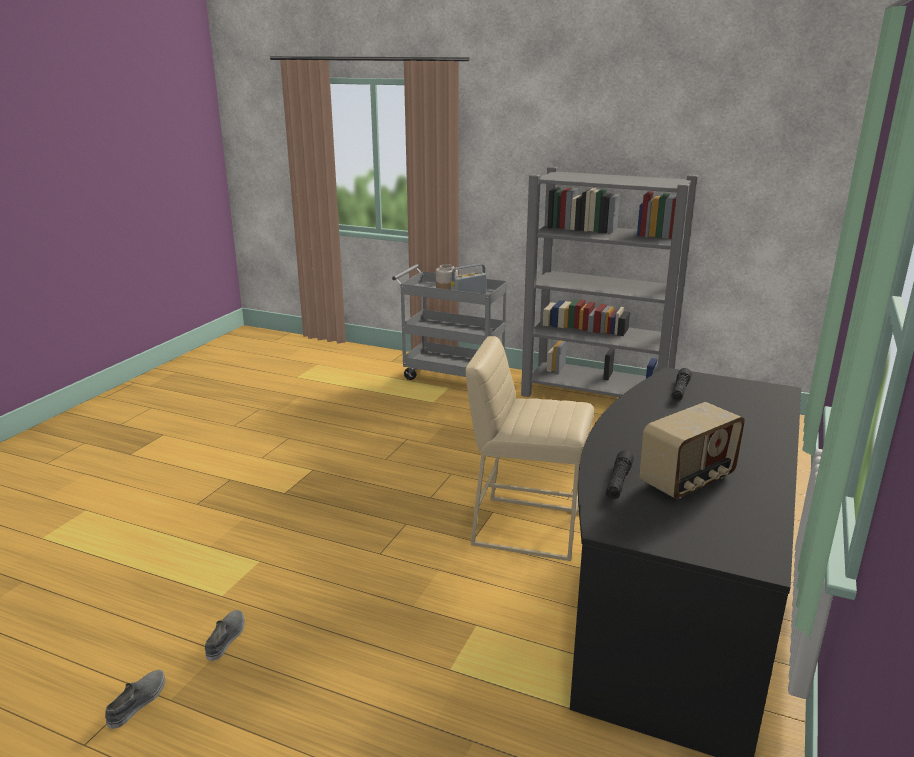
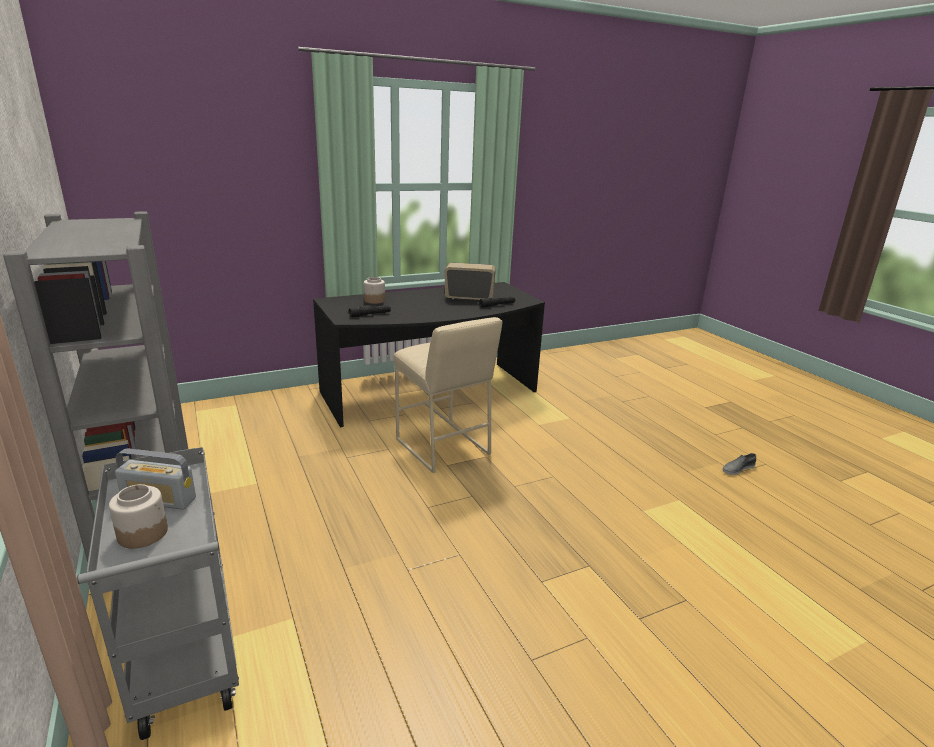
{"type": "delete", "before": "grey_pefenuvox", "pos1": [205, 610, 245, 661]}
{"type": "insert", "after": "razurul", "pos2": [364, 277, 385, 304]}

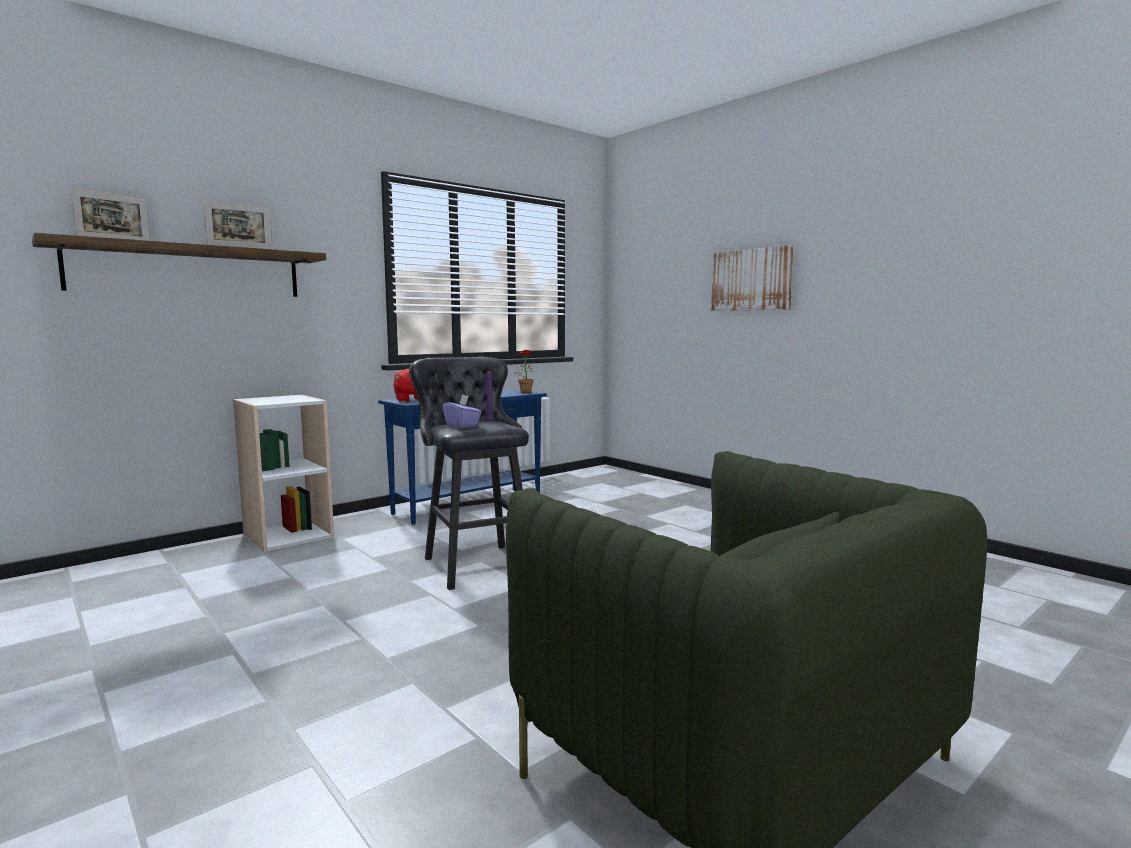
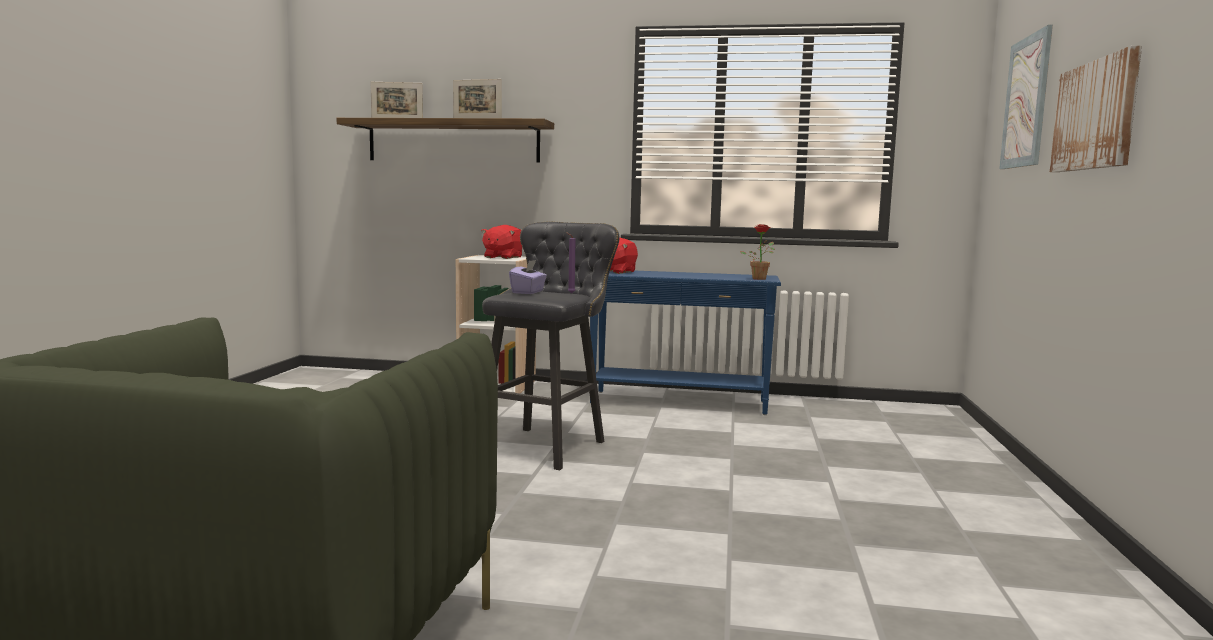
{"type": "insert", "after": "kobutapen", "pos2": [999, 25, 1053, 169]}
{"type": "insert", "after": "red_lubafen", "pos2": [481, 225, 522, 259]}

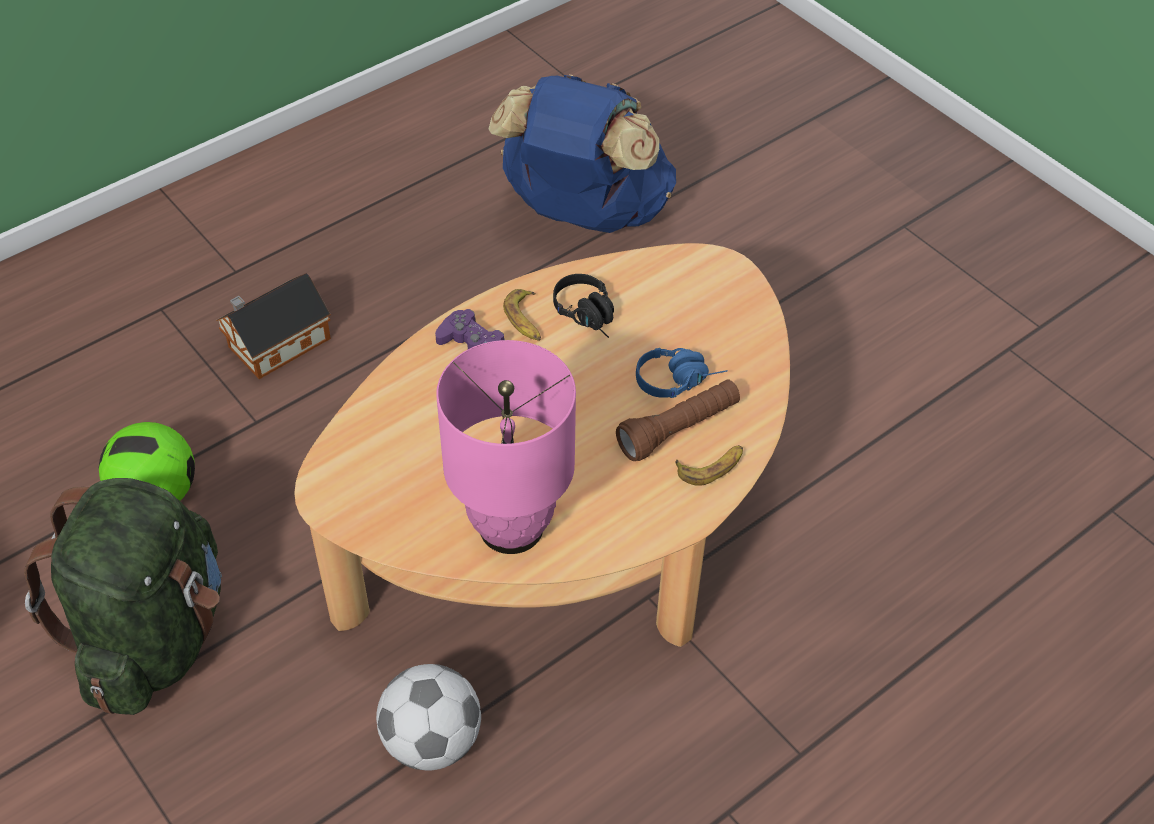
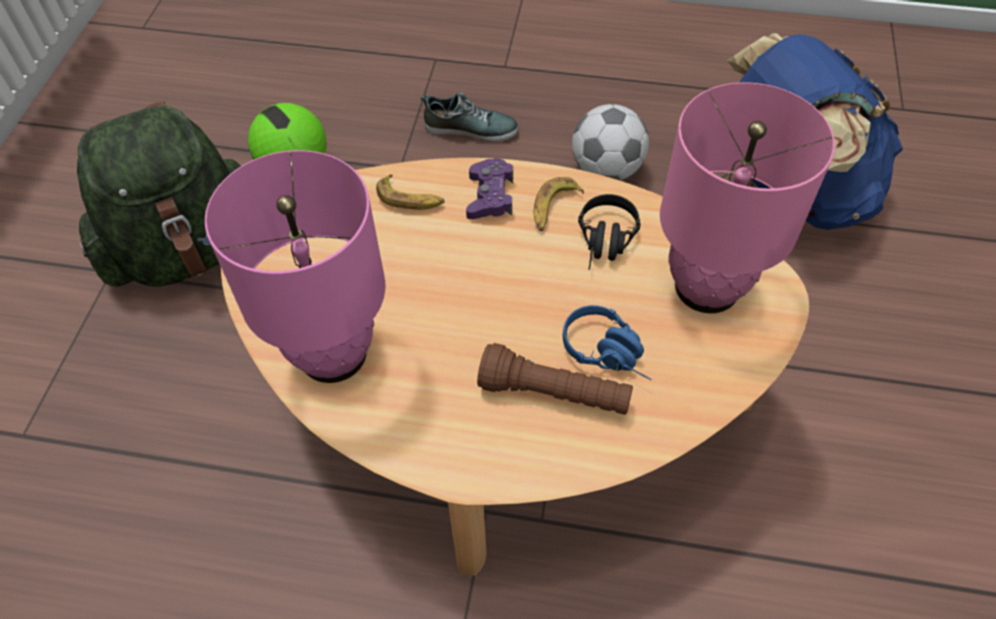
{"type": "replace", "before": "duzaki", "after": "pefenuvox", "pos1": [216, 273, 331, 379], "pos2": [420, 92, 519, 142]}
{"type": "move", "before": "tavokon", "pos1": [675, 445, 743, 486], "pos2": [376, 174, 445, 210]}
{"type": "move", "before": "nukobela", "pos1": [376, 664, 481, 771], "pos2": [572, 104, 649, 180]}
{"type": "insert", "after": "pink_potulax", "pos2": [660, 82, 835, 313]}

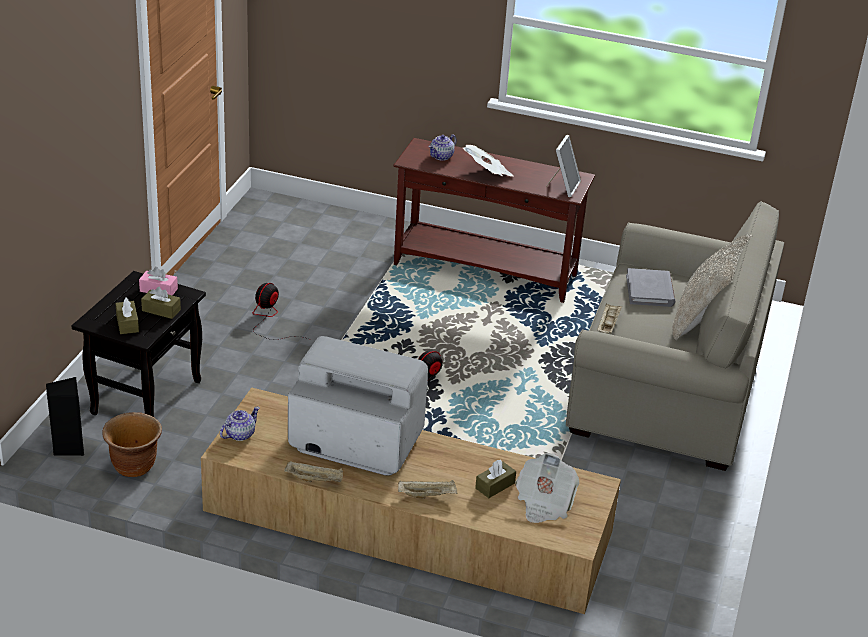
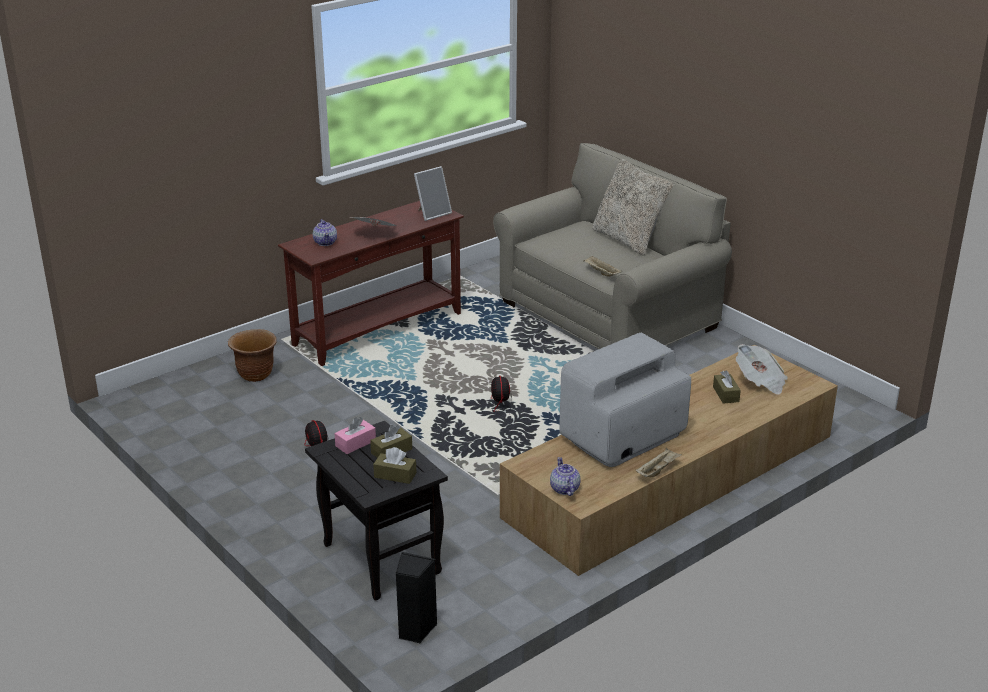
{"type": "rotate", "before": "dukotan", "pos1": [546, 135, 581, 197], "pos2": [414, 166, 452, 221], "turn": 90}
{"type": "delete", "before": "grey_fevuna", "pos1": [626, 268, 675, 307]}
{"type": "move", "before": "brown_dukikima", "pos1": [102, 412, 162, 477], "pos2": [228, 329, 277, 382]}
{"type": "delete", "before": "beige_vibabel", "pos1": [398, 480, 457, 499]}

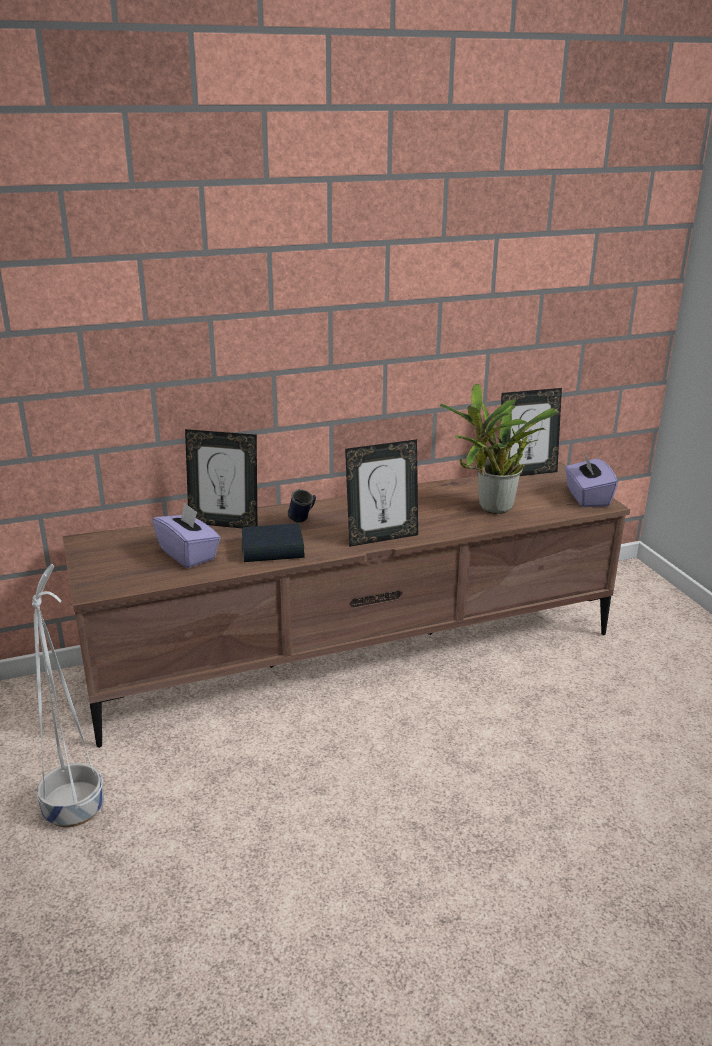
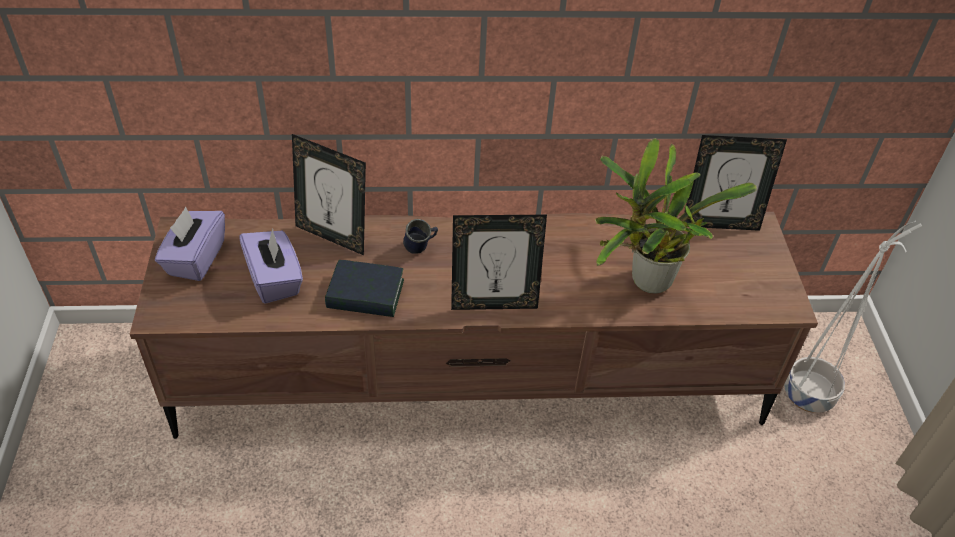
{"type": "move", "before": "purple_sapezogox", "pos1": [565, 453, 618, 507], "pos2": [155, 207, 225, 281]}
{"type": "move", "before": "white_dukikima", "pos1": [32, 564, 104, 827], "pos2": [784, 221, 922, 413]}

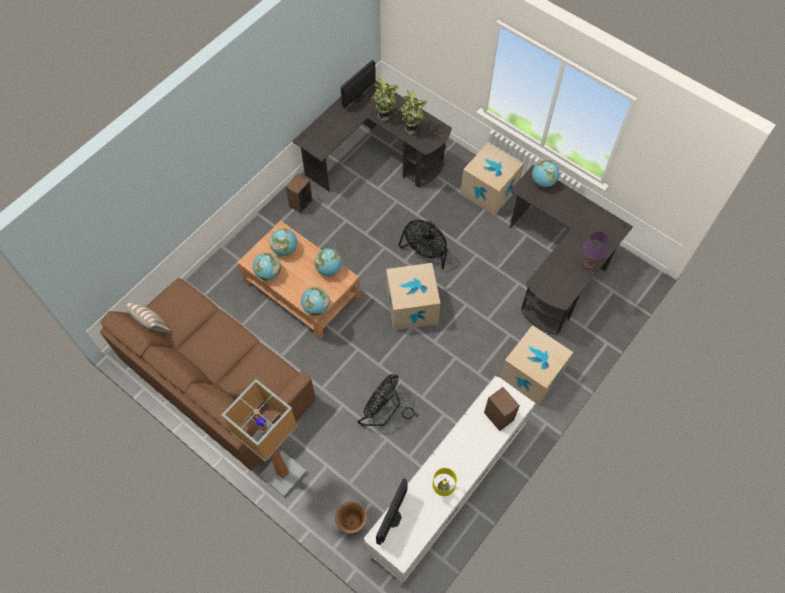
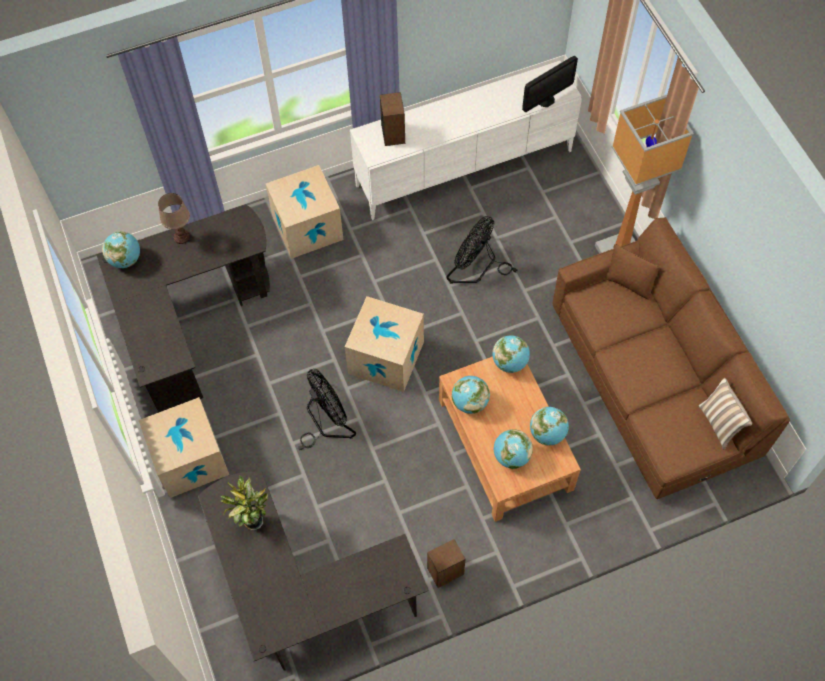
{"type": "delete", "before": "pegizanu", "pos1": [341, 60, 376, 108]}
{"type": "delete", "before": "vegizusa", "pos1": [371, 77, 399, 121]}
{"type": "move", "before": "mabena", "pos1": [532, 160, 559, 187], "pos2": [102, 231, 140, 268]}
{"type": "recolor", "before": "purple_potulax", "after": "brown_potulax", "pos1": [583, 231, 609, 270], "pos2": [158, 193, 190, 244]}
{"type": "rotate", "before": "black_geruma", "pos1": [358, 374, 419, 426], "pos2": [446, 216, 518, 284], "turn": 150}
{"type": "delete", "before": "yellow_potulax", "pos1": [433, 468, 457, 496]}
{"type": "delete", "before": "brown_dukikima", "pos1": [335, 502, 367, 533]}

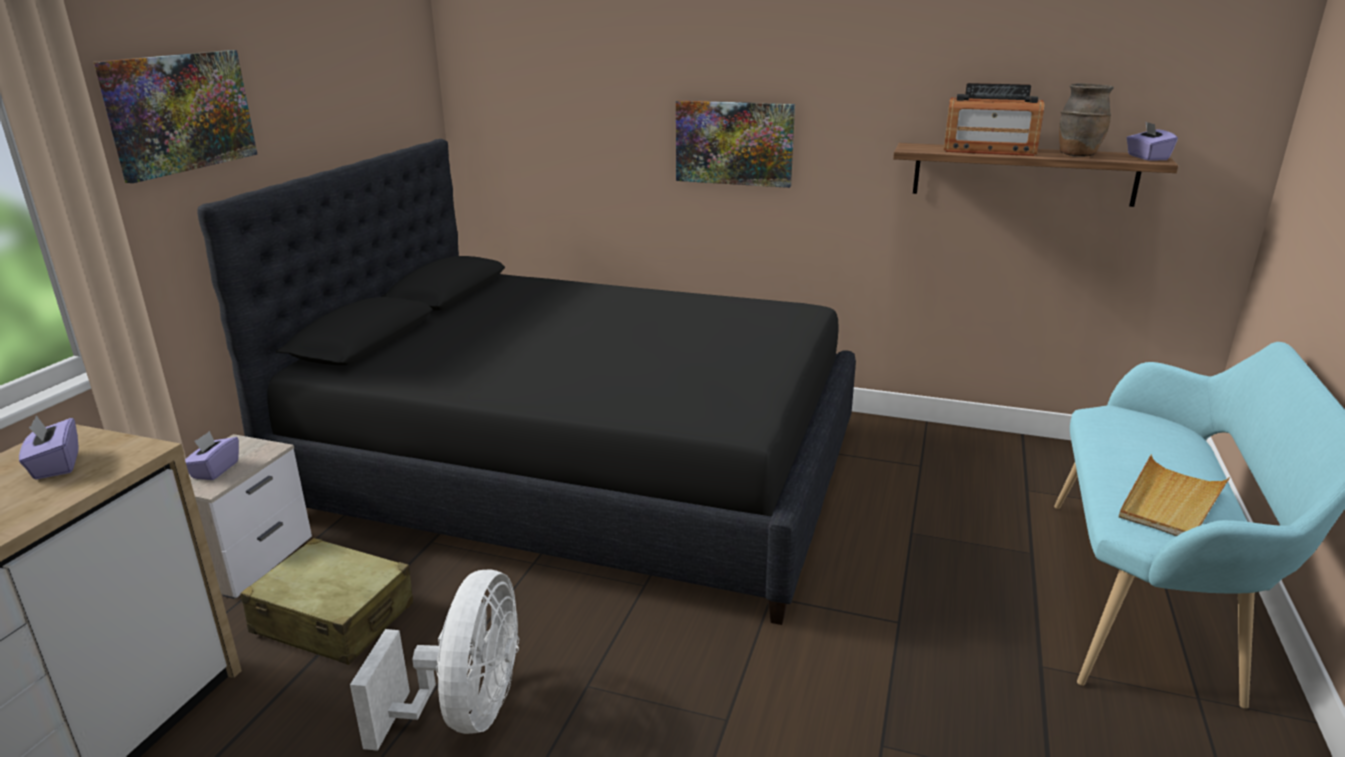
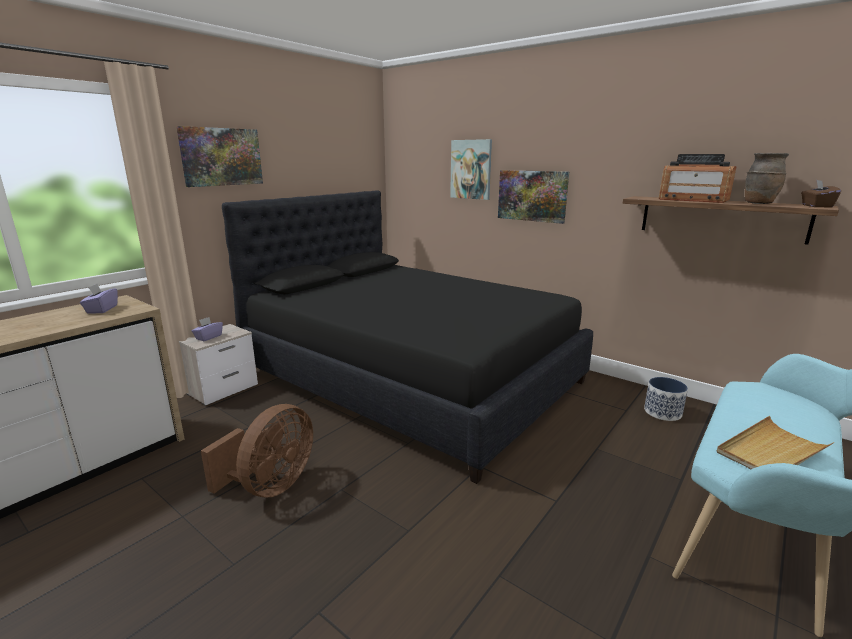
{"type": "recolor", "before": "purple_sapezogox", "after": "brown_sapezogox", "pos1": [1126, 121, 1178, 161], "pos2": [801, 180, 841, 208]}
{"type": "delete", "before": "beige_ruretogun", "pos1": [240, 538, 413, 665]}
{"type": "recolor", "before": "white_geruma", "after": "brown_geruma", "pos1": [350, 569, 519, 751], "pos2": [201, 404, 313, 497]}
{"type": "insert", "after": "kobutapen", "pos2": [450, 139, 492, 200]}
{"type": "insert", "after": "dukikima", "pos2": [644, 377, 688, 421]}

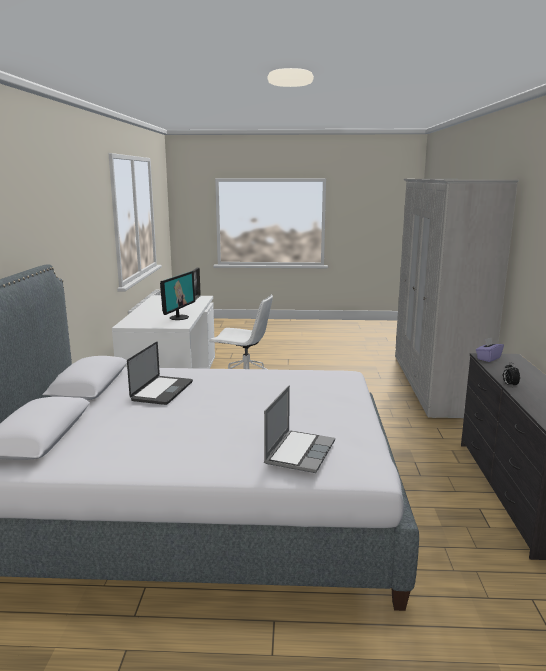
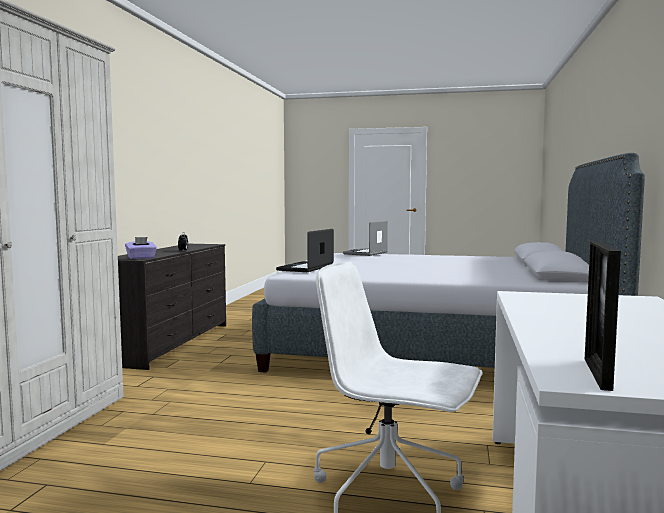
{"type": "delete", "before": "pegizanu", "pos1": [160, 271, 195, 320]}
{"type": "move", "before": "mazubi", "pos1": [127, 342, 193, 405], "pos2": [276, 229, 334, 272]}

